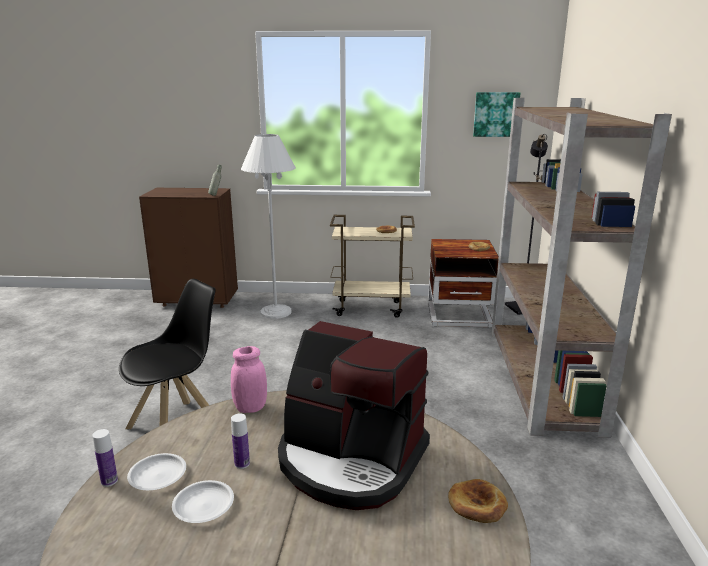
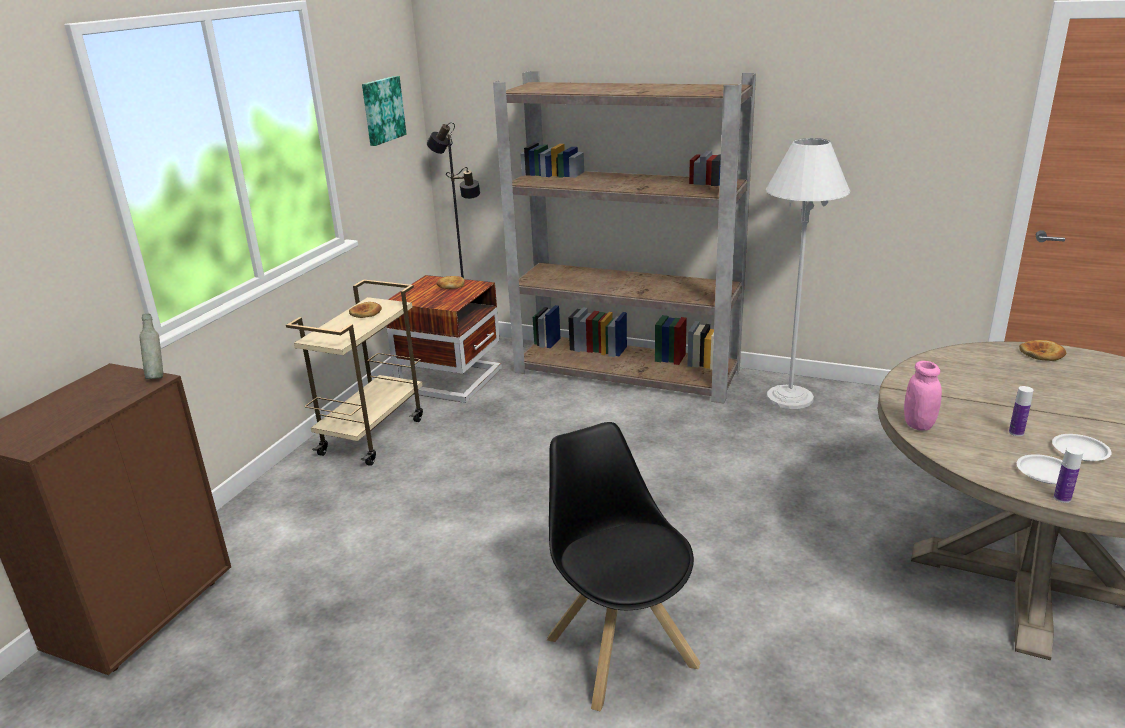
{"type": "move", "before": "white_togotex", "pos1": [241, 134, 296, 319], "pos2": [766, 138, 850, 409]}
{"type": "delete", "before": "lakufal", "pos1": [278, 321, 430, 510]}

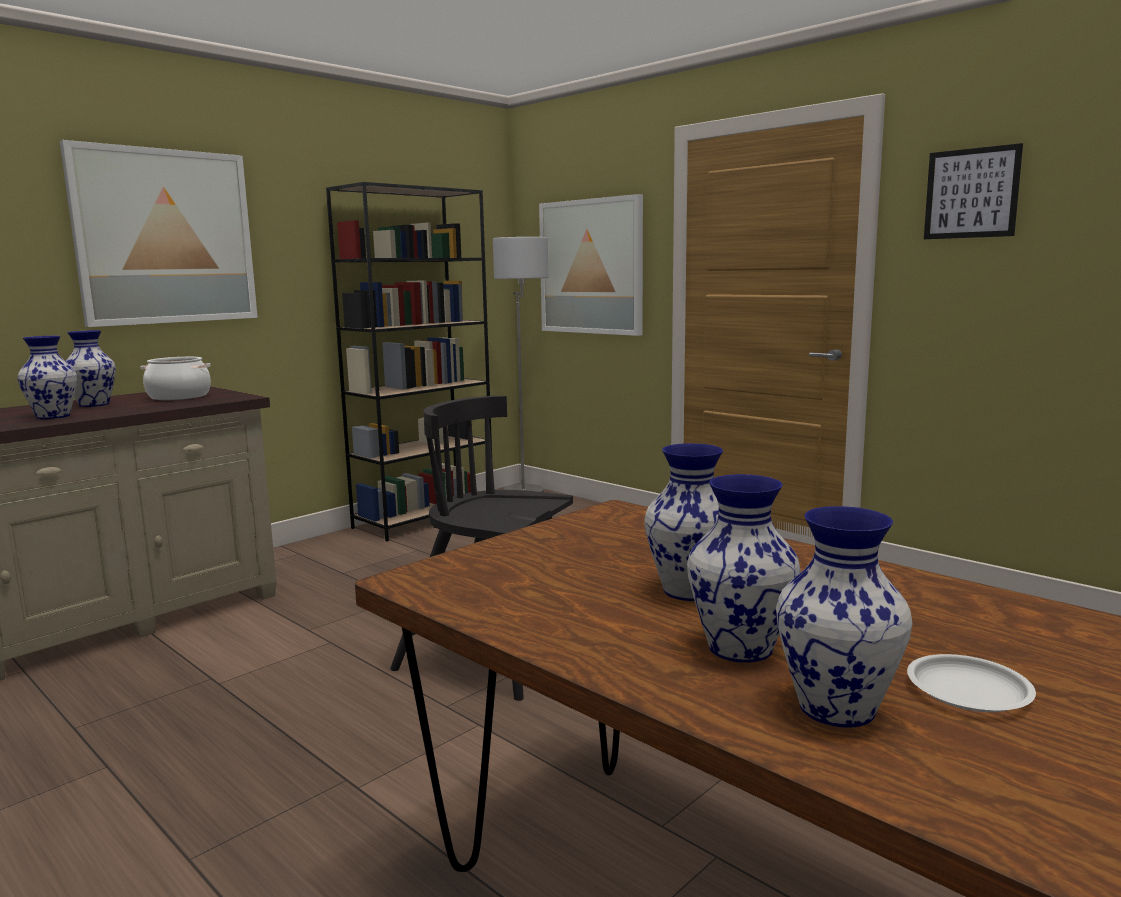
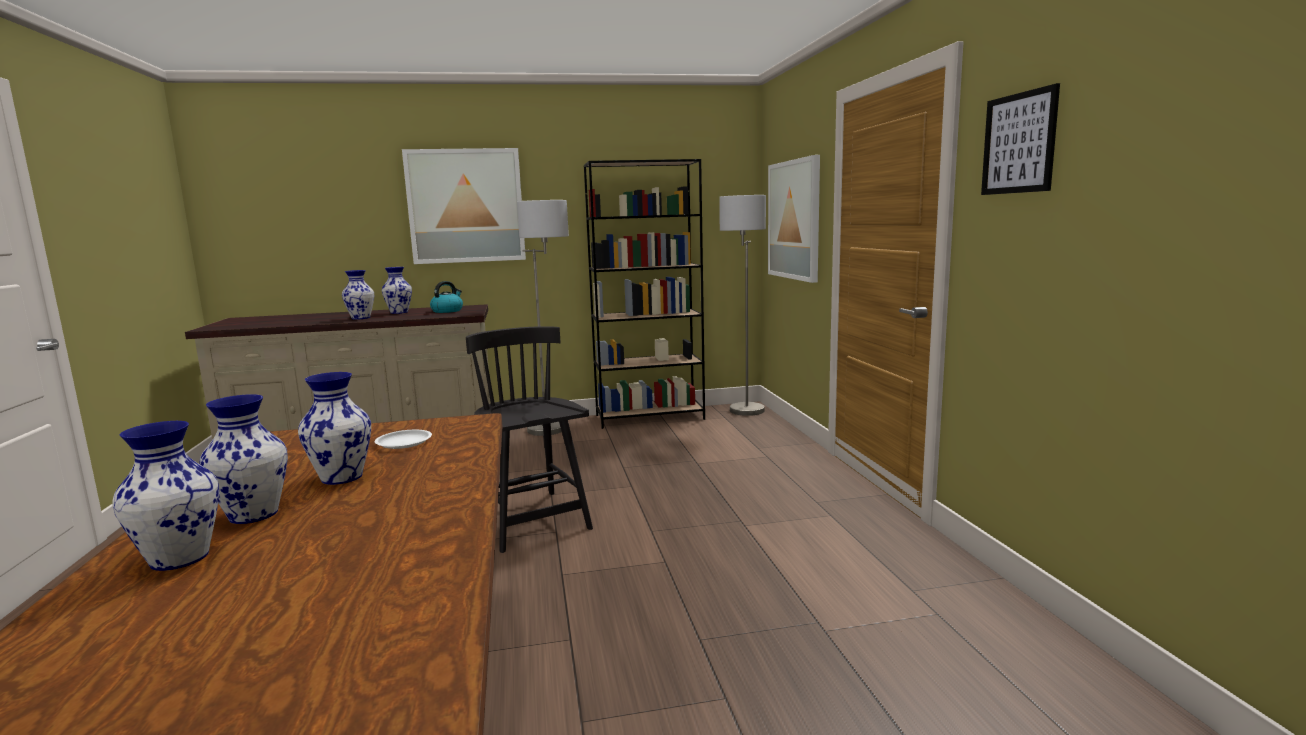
{"type": "replace", "before": "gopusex", "after": "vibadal", "pos1": [140, 357, 211, 400], "pos2": [430, 281, 463, 313]}
{"type": "move", "before": "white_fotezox", "pos1": [907, 654, 1036, 712], "pos2": [375, 430, 432, 449]}
{"type": "insert", "after": "grey_togotex", "pos2": [517, 200, 569, 436]}

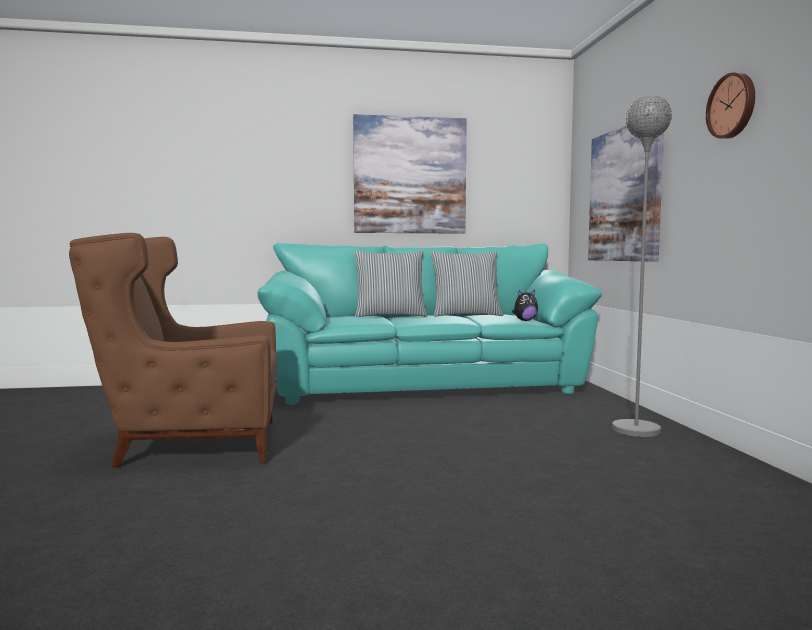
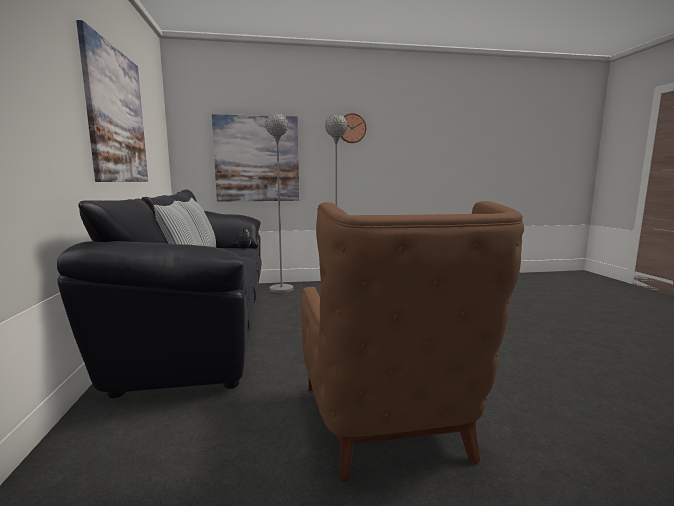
{"type": "recolor", "before": "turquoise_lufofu", "after": "black_lufofu", "pos1": [258, 243, 602, 405], "pos2": [57, 189, 261, 398]}
{"type": "insert", "after": "grey_togotex", "pos2": [265, 114, 293, 293]}

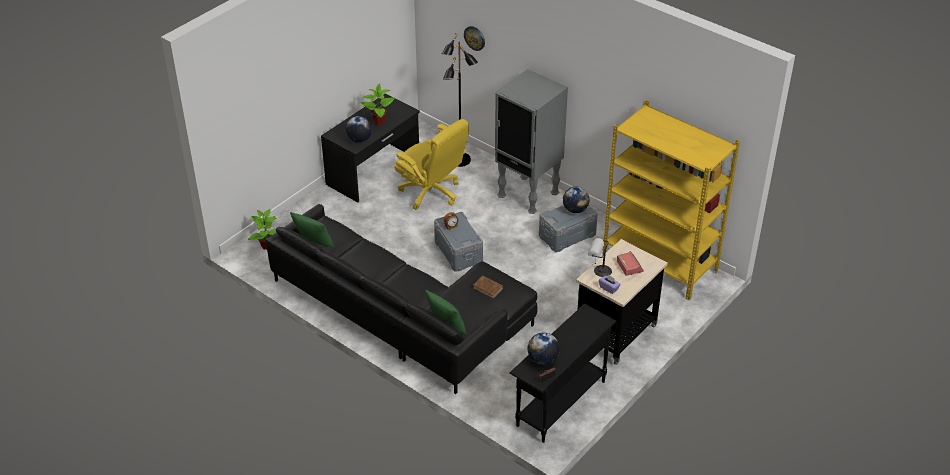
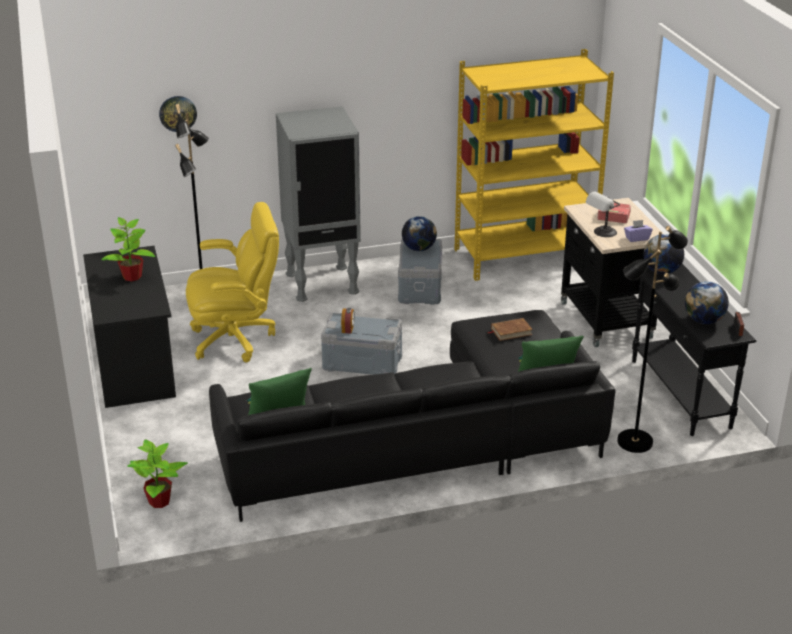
{"type": "move", "before": "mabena", "pos1": [346, 116, 372, 143], "pos2": [644, 234, 684, 274]}
{"type": "insert", "after": "black_togotex", "pos2": [617, 226, 688, 453]}

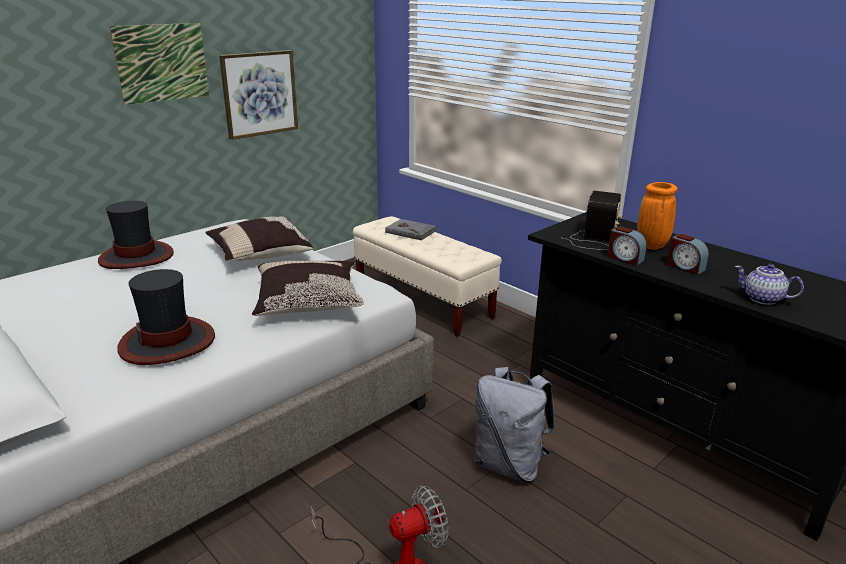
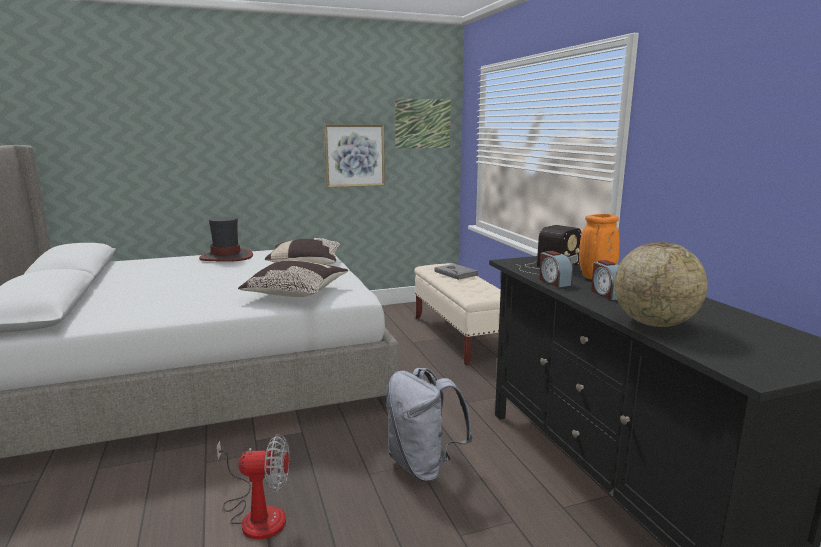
{"type": "move", "before": "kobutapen", "pos1": [109, 23, 209, 105], "pos2": [395, 99, 451, 149]}
{"type": "replace", "before": "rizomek", "after": "mabena", "pos1": [734, 264, 804, 305], "pos2": [614, 242, 708, 327]}
{"type": "delete", "before": "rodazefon", "pos1": [117, 269, 215, 365]}

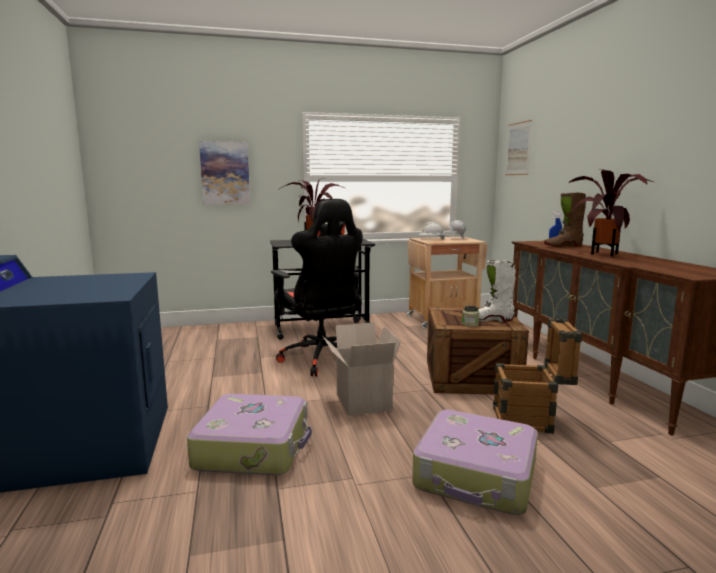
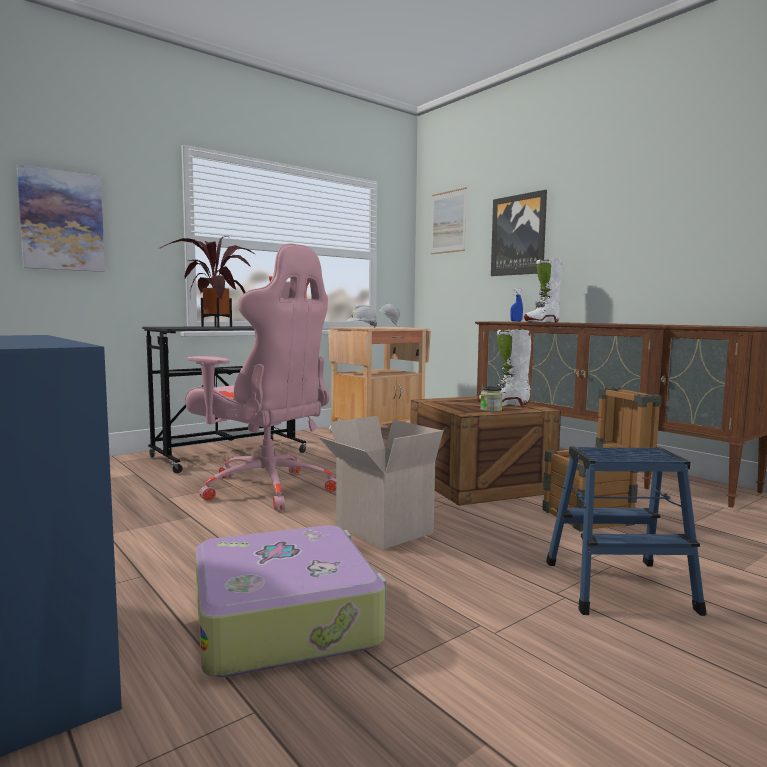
{"type": "delete", "before": "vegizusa", "pos1": [566, 169, 653, 256]}
{"type": "recolor", "before": "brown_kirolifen", "after": "white_kirolifen", "pos1": [544, 193, 586, 247], "pos2": [524, 259, 562, 322]}
{"type": "recolor", "before": "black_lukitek", "after": "pink_lukitek", "pos1": [271, 199, 363, 377], "pos2": [185, 243, 336, 510]}
{"type": "replace", "before": "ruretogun", "after": "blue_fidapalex", "pos1": [412, 410, 538, 515], "pos2": [546, 446, 707, 616]}
{"type": "insert", "after": "kobutapen", "pos2": [491, 190, 547, 276]}

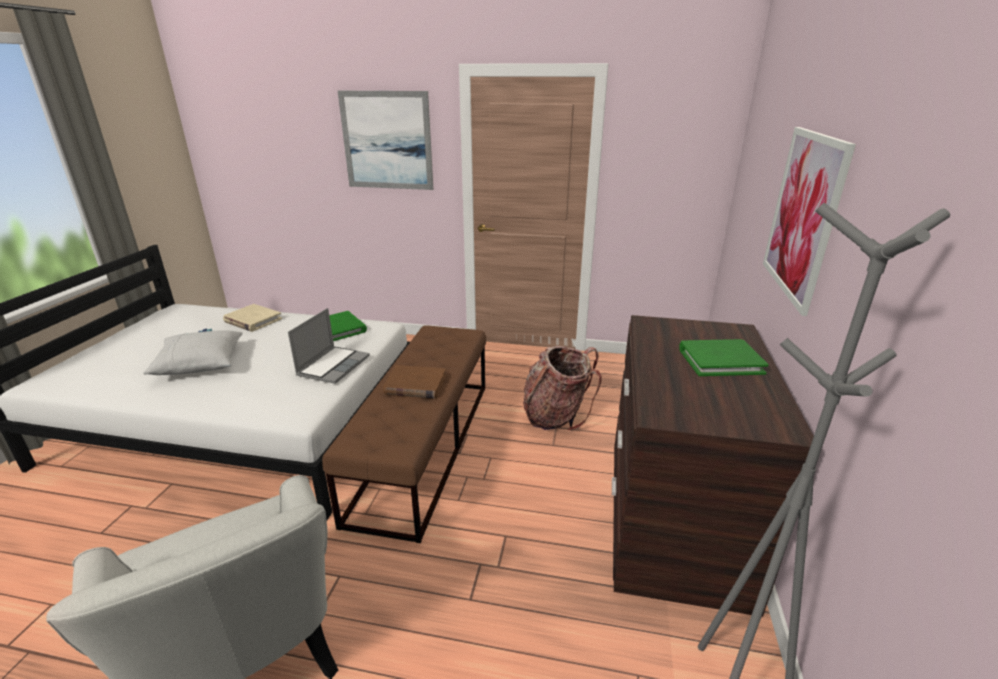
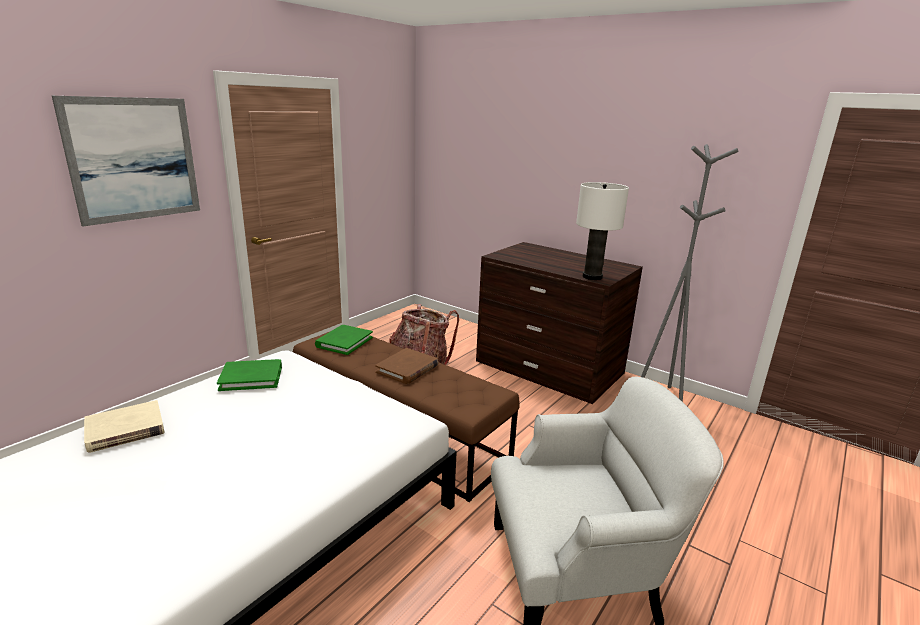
{"type": "delete", "before": "kobutapen", "pos1": [763, 127, 856, 316]}
{"type": "delete", "before": "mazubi", "pos1": [288, 308, 370, 384]}
{"type": "delete", "before": "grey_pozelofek", "pos1": [143, 328, 243, 375]}
{"type": "move", "before": "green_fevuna", "pos1": [679, 339, 769, 376], "pos2": [315, 325, 373, 355]}
{"type": "insert", "after": "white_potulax", "pos2": [576, 182, 629, 280]}

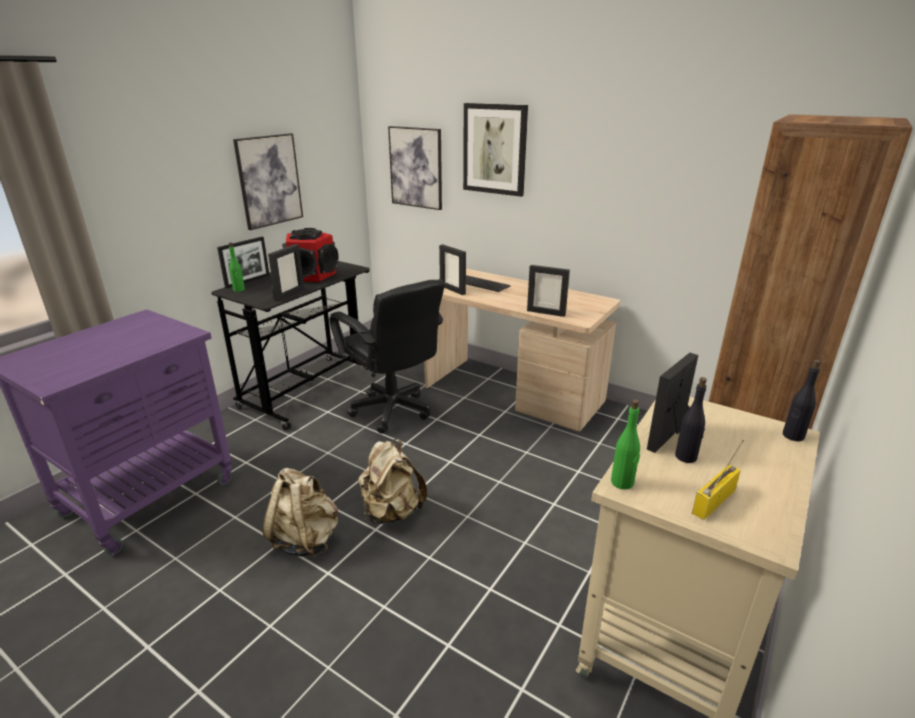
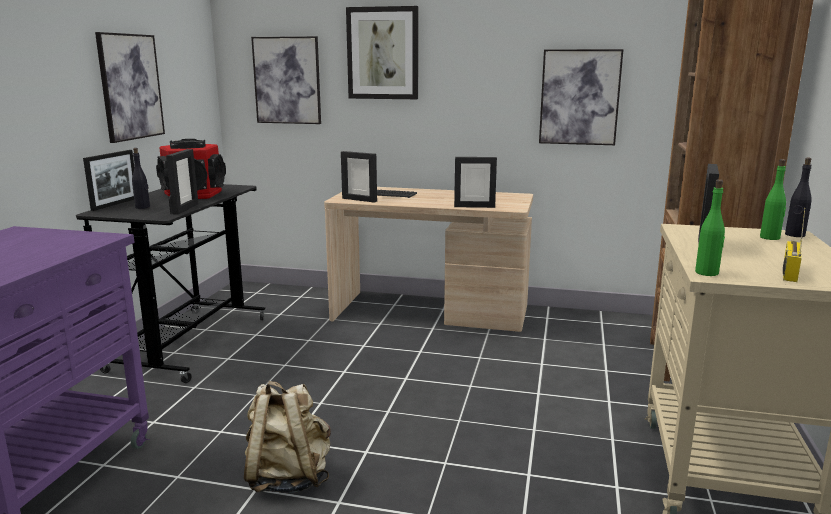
{"type": "move", "before": "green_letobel", "pos1": [229, 242, 245, 292], "pos2": [760, 159, 786, 240]}
{"type": "delete", "before": "black_lukitek", "pos1": [330, 279, 444, 434]}
{"type": "move", "before": "black_letobel", "pos1": [675, 377, 707, 463], "pos2": [132, 148, 150, 209]}
{"type": "delete", "before": "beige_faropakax", "pos1": [358, 439, 427, 525]}
{"type": "insert", "after": "kobutapen", "pos2": [539, 49, 624, 145]}

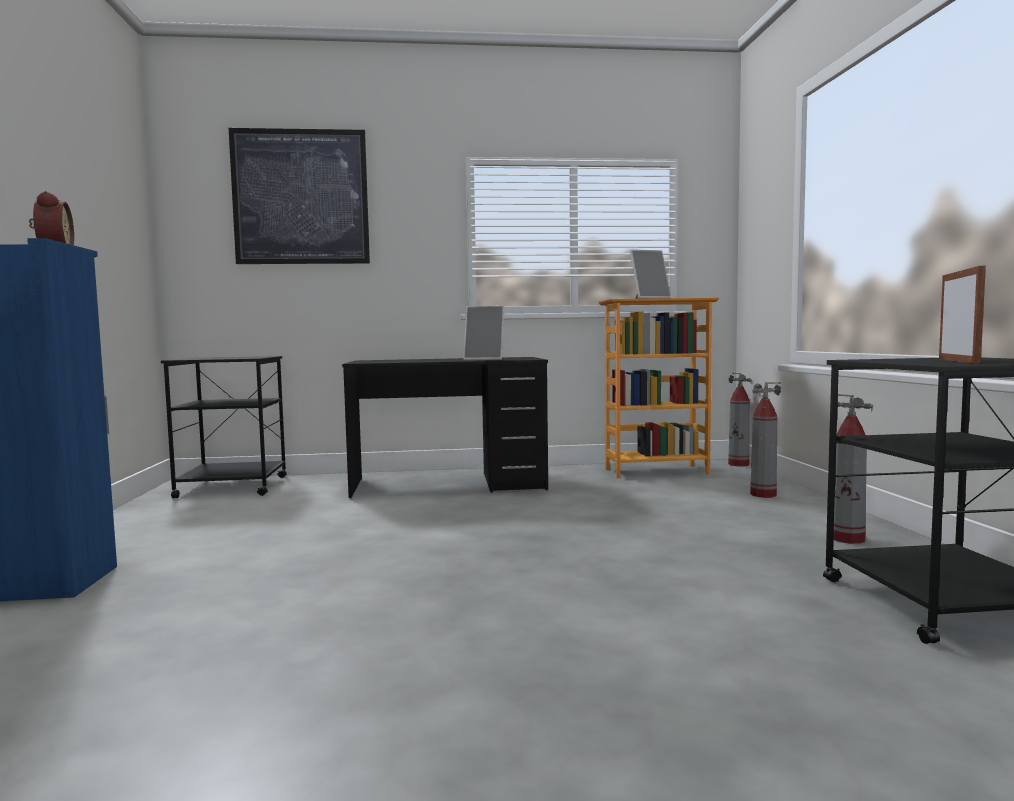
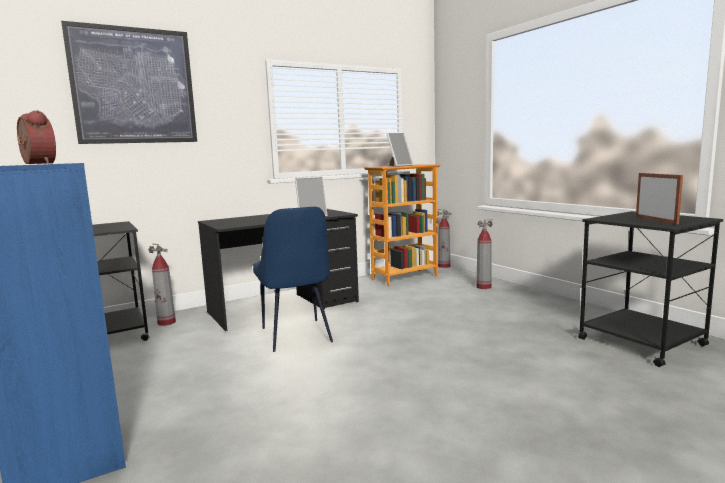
{"type": "move", "before": "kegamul", "pos1": [833, 394, 873, 544], "pos2": [148, 243, 176, 326]}
{"type": "insert", "after": "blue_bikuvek", "pos2": [253, 207, 333, 352]}

